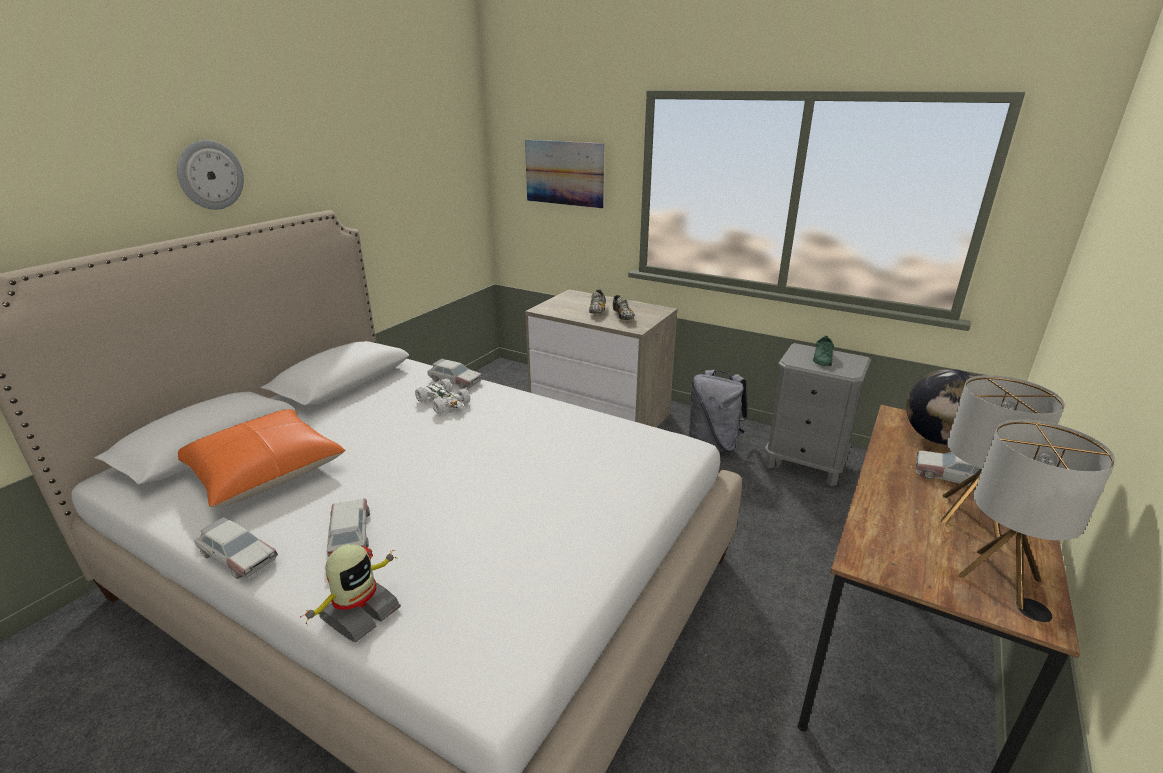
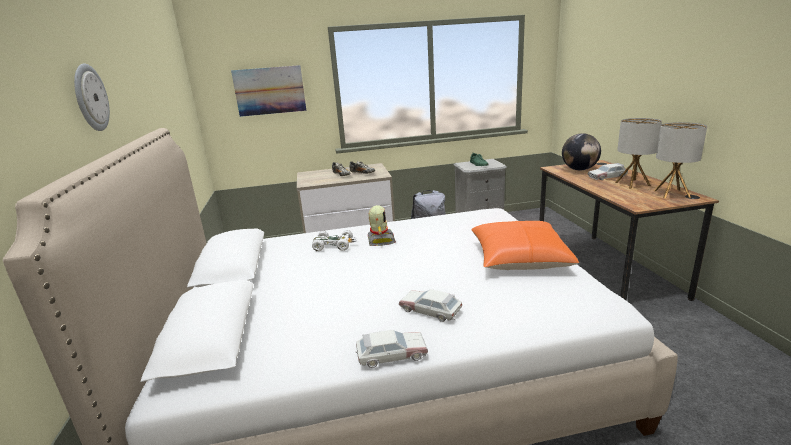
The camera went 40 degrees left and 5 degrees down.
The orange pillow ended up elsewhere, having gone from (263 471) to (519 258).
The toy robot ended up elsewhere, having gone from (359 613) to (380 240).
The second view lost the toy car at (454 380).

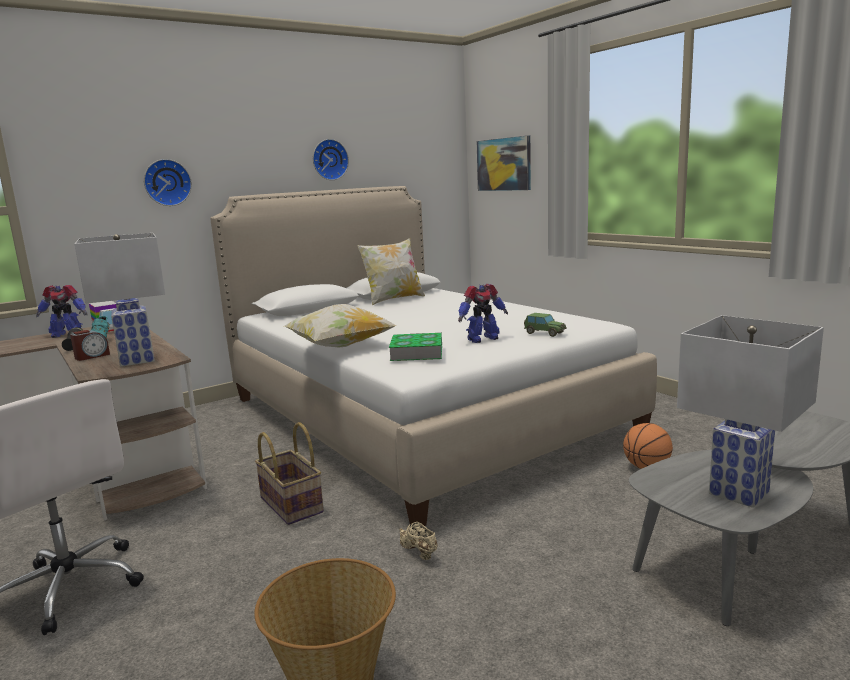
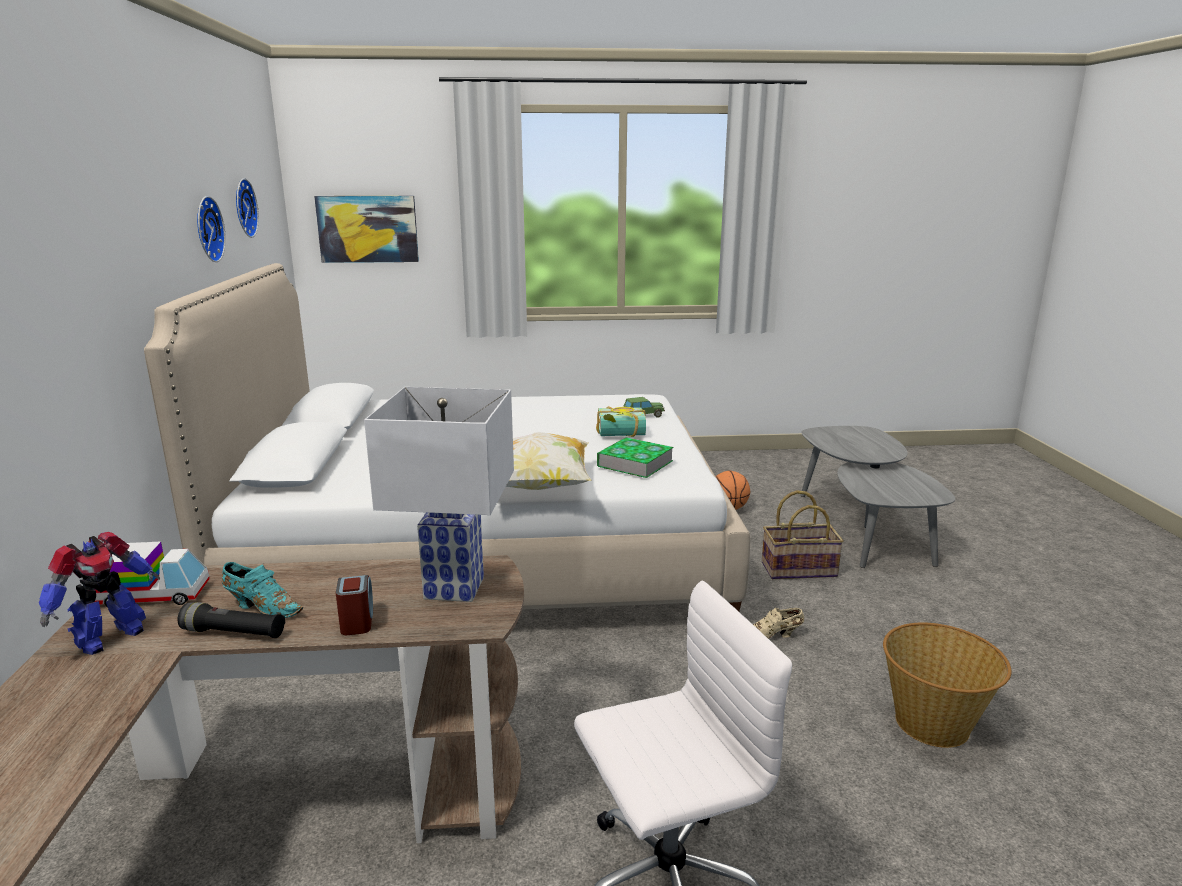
The camera went 60 degrees left and 5 degrees up.
The wall clock ended up elsewhere, having gone from (167 182) to (242 208).
The basket ended up elsewhere, having gone from (292 504) to (799 569).
The second view lost the pillow at (393 299).
Where the toy robot stood at (482 339), the book came to stand at (621 436).
The second view lost the white table lamp at (740 493).

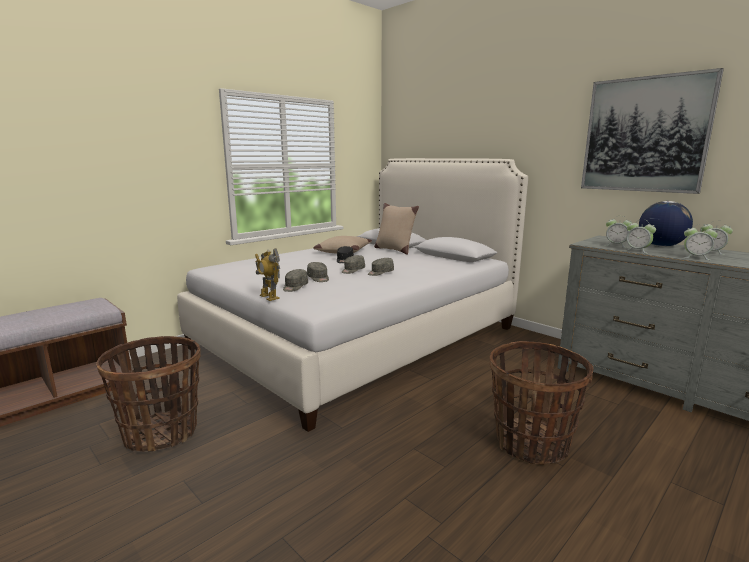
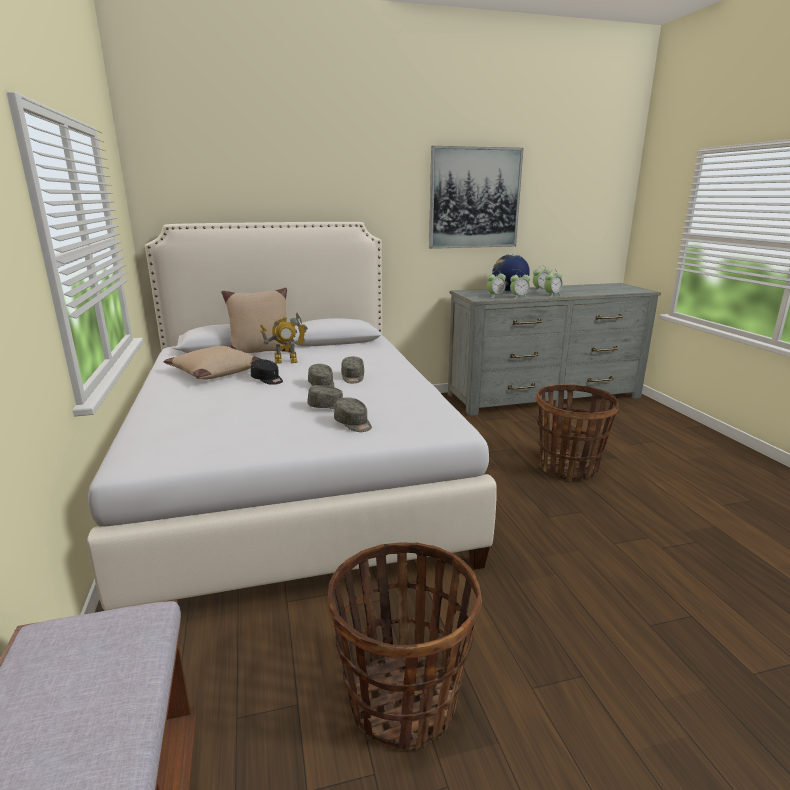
The camera went 60 degrees left and 5 degrees up.
The toy robot ended up elsewhere, having gone from (269 297) to (286 361).

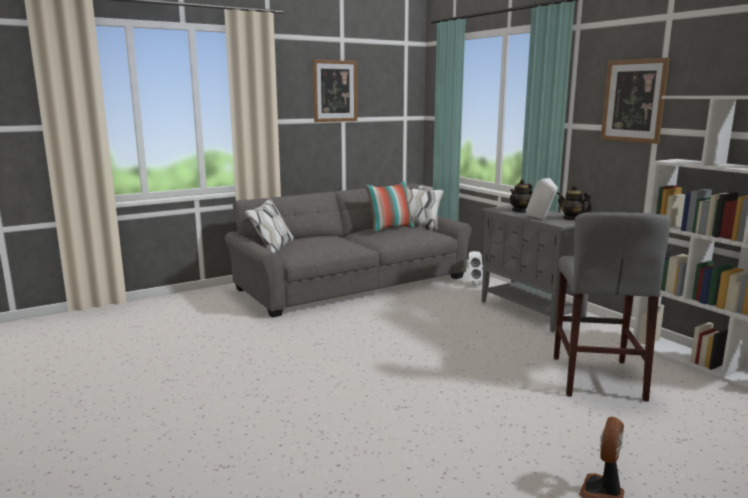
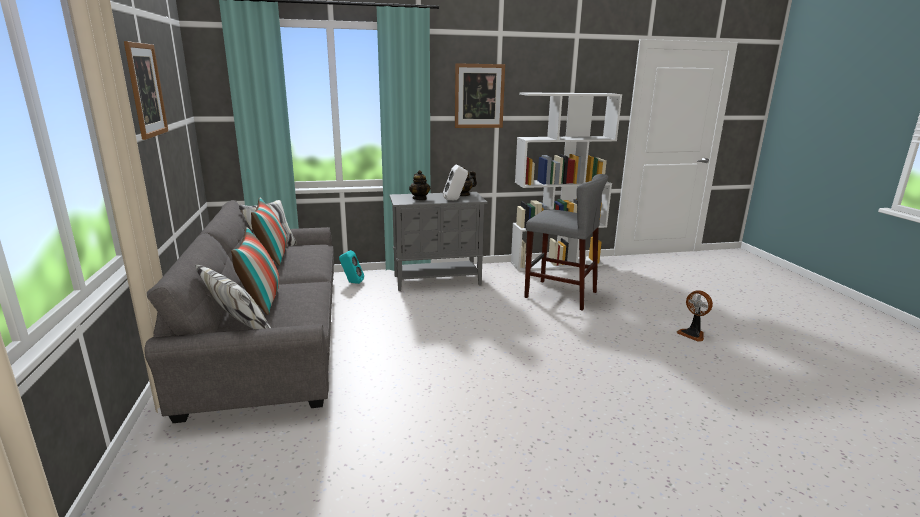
The camera went 70 degrees left and 5 degrees up.
What was the white speaker at (473 283) turned into the turquoise speaker at (351 282).
The second view gained the pillow at (261 301).

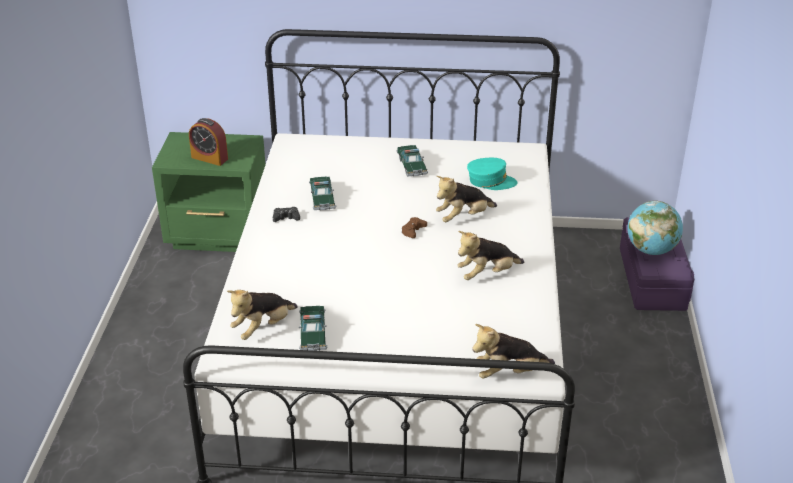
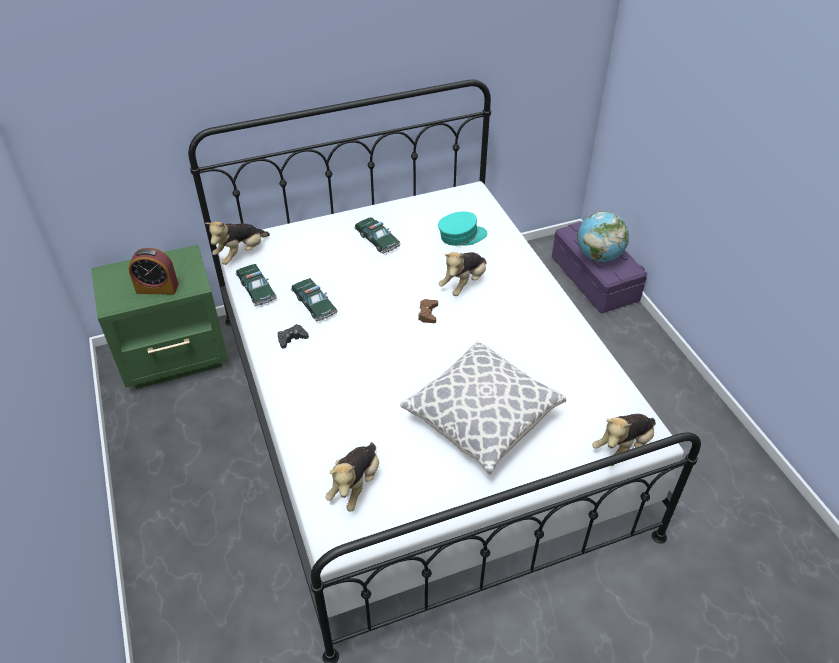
The camera went 25 degrees left and 10 degrees up.
The toy car ended up elsewhere, having gone from (313 334) to (256 289).
The plush toy ended up elsewhere, having gone from (487 274) to (241 254).
The second view gained the pillow at (481 418).

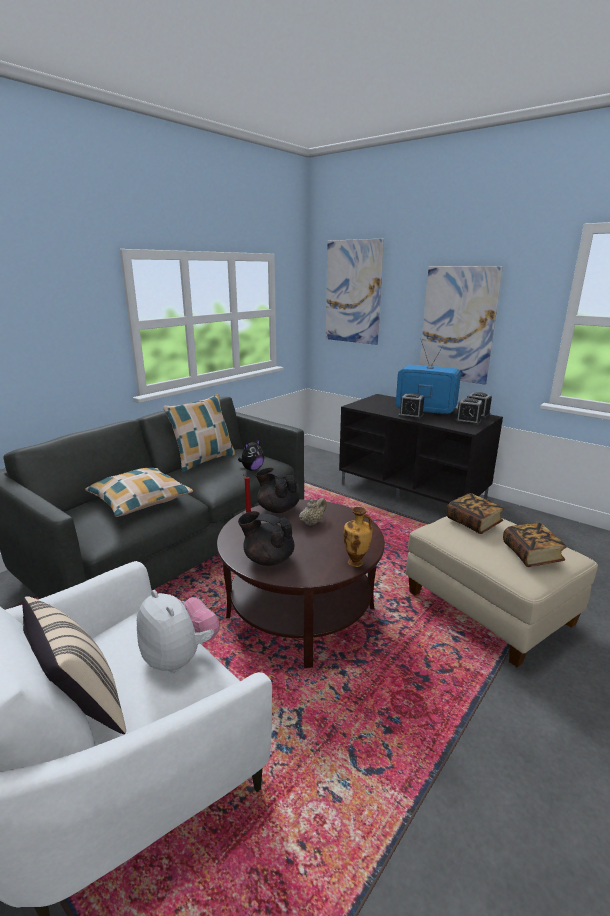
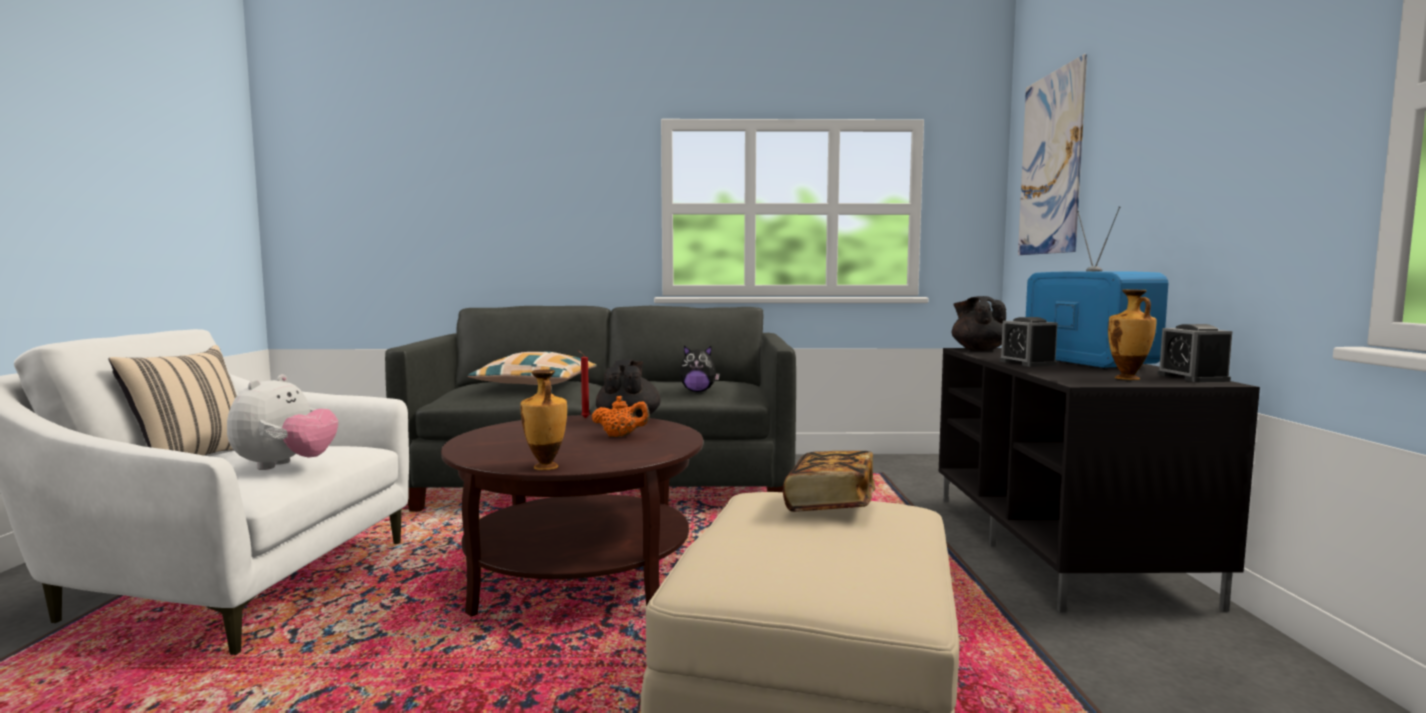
The camera went 50 degrees right and 15 degrees down.
The second view lost the pillow at (204 461).
The black teapot ended up elsewhere, having gone from (268 559) to (979 350).
What was the beige teapot at (312 522) turned into the orange teapot at (621 436).
The second view lost the picture at (457 325).
Where the alarm clock stood at (468 421), the vase came to stand at (1128 378).
The second view lost the book at (531 555).

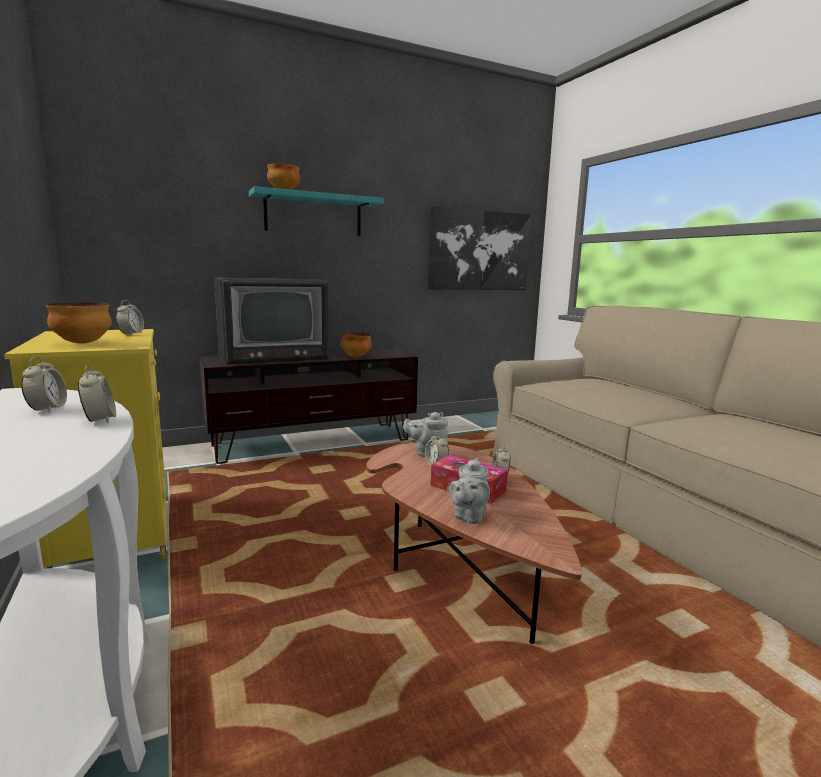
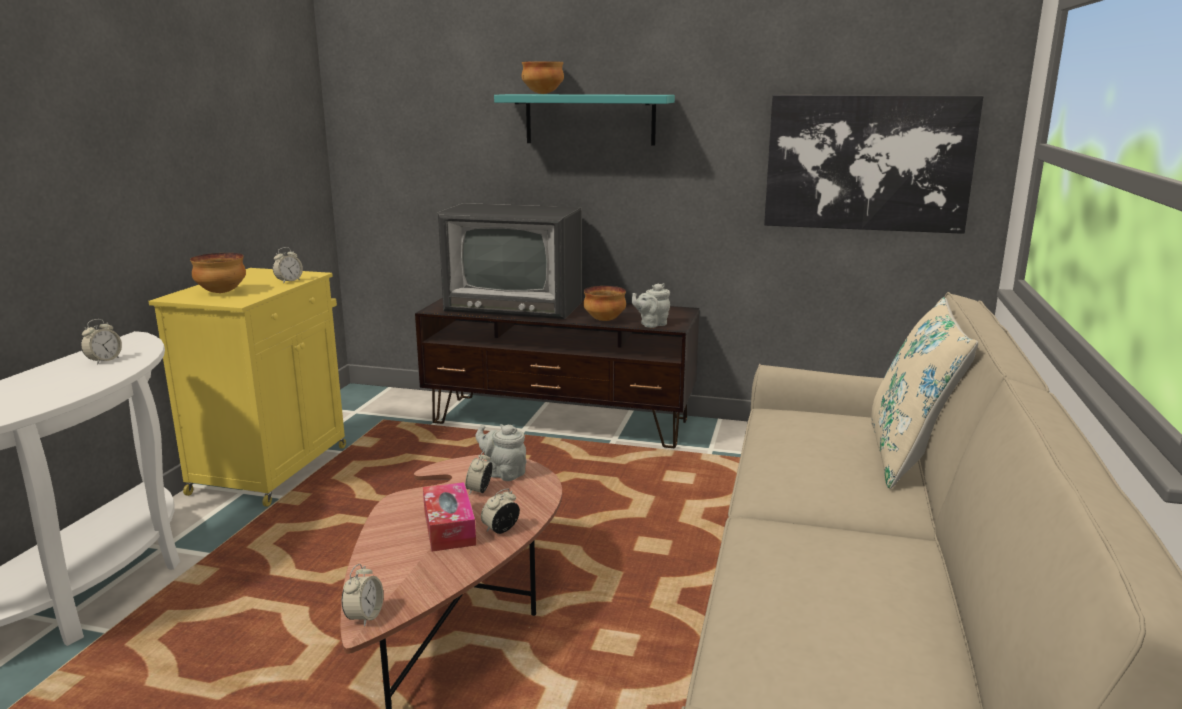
The camera went 40 degrees right and 5 degrees up.
The alarm clock ended up elsewhere, having gone from (100 420) to (364 617).
The grey teapot ended up elsewhere, having gone from (469 516) to (651 324).
The second view gained the beige pillow at (909 456).

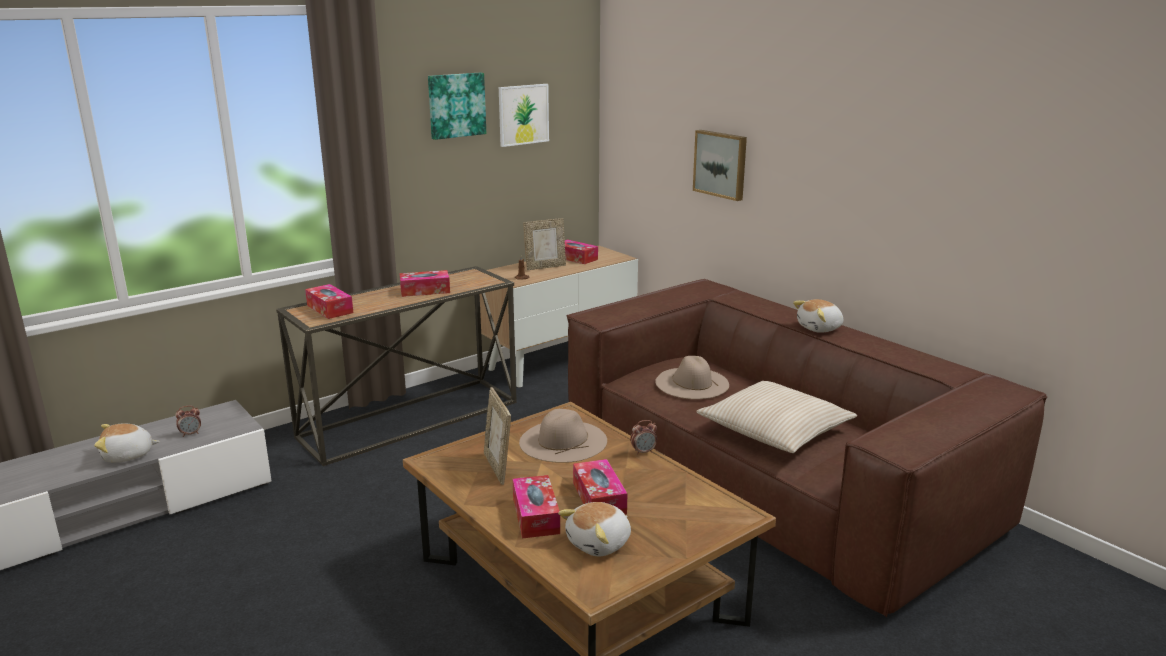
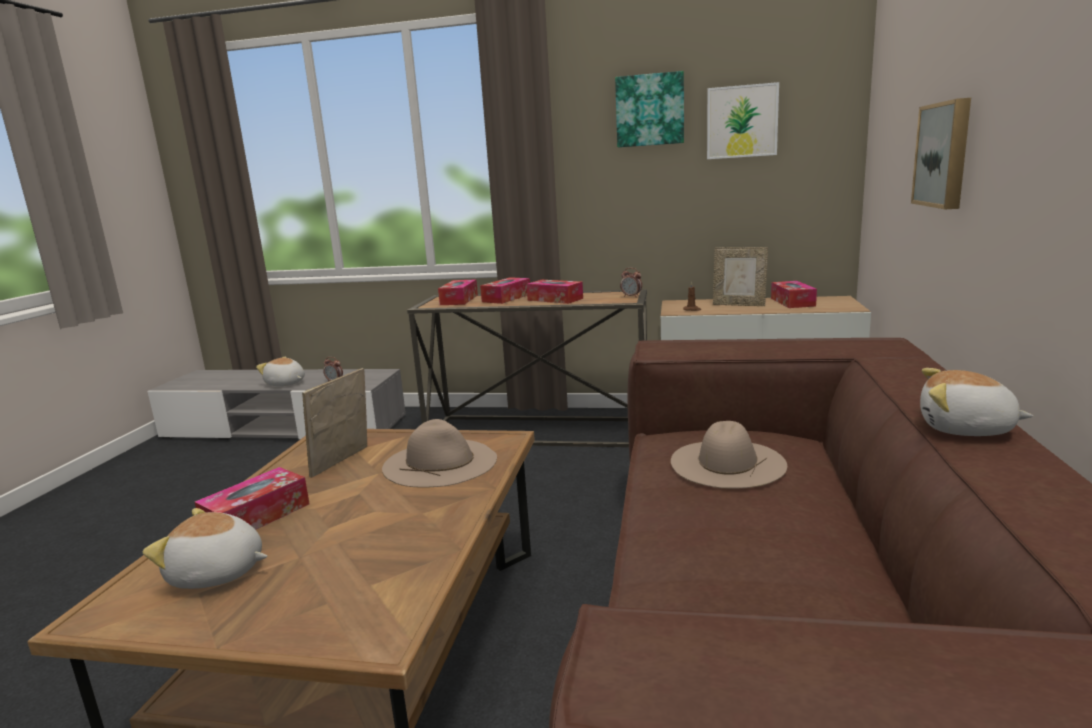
The camera went 50 degrees right and 5 degrees down.
The tissue box ended up elsewhere, having gone from (599 498) to (506 298).
The alarm clock ended up elsewhere, having gone from (643 452) to (631 296).
The second view lost the beige pillow at (774 430).

